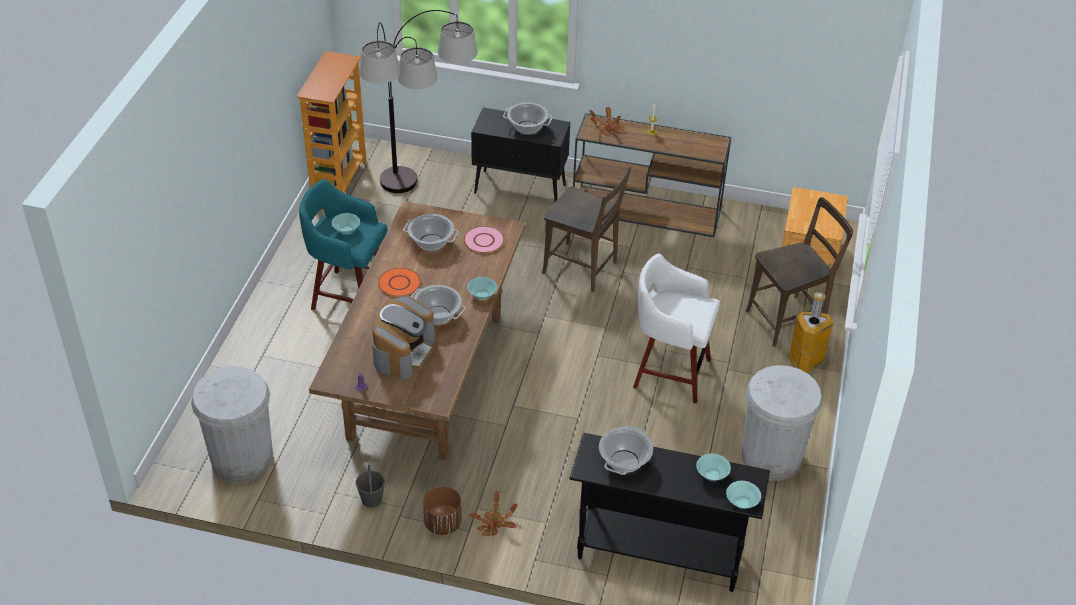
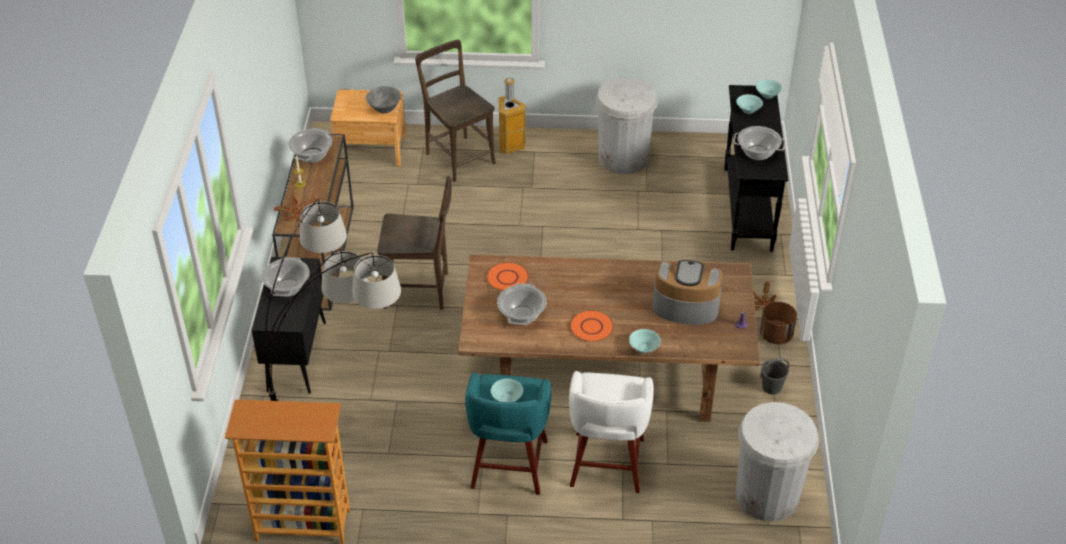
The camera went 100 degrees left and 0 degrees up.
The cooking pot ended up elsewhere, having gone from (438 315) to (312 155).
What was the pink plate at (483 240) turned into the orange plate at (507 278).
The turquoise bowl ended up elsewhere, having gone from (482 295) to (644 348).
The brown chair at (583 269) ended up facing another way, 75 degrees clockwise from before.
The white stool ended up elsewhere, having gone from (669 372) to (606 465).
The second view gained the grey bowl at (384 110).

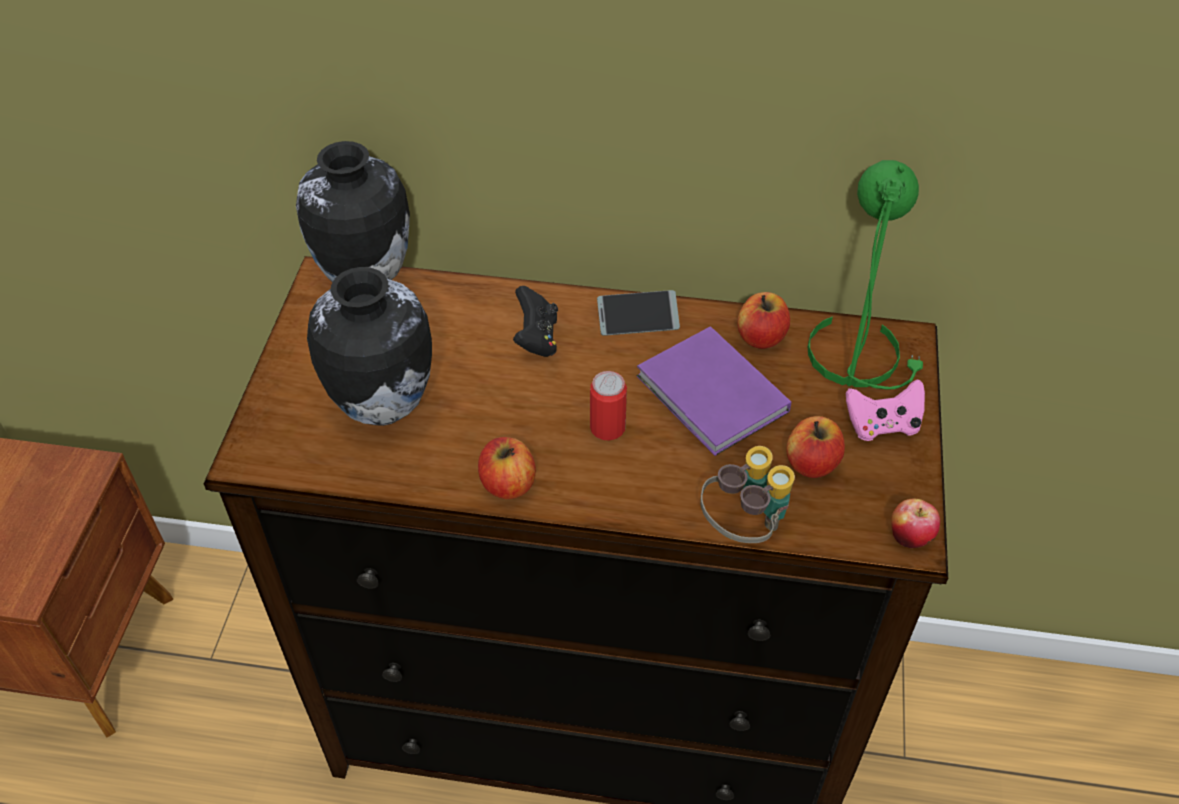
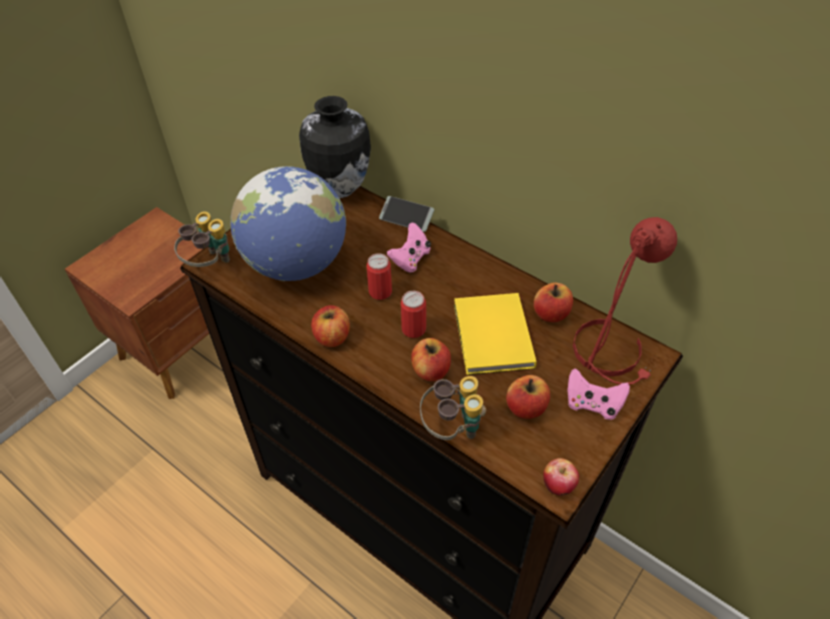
The camera went 30 degrees right and 0 degrees up.
Where the vase stood at (382 407), the globe came to stand at (296 263).
What was the black game controller at (536 338) turned into the pink game controller at (410 259).
The phone ended up elsewhere, having gone from (638 319) to (406 218).
What was the purple book at (712 397) turned into the yellow book at (492 338).
What was the green table lamp at (859 354) turned into the red table lamp at (611 351).
The second view gained the binoculars at (210 264).
The second view gained the can at (380 292).
The second view gained the apple at (431 370).

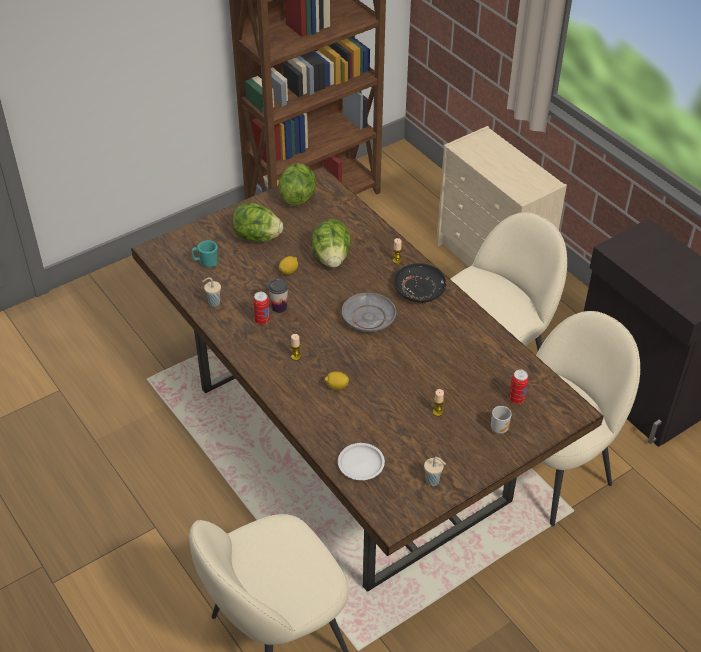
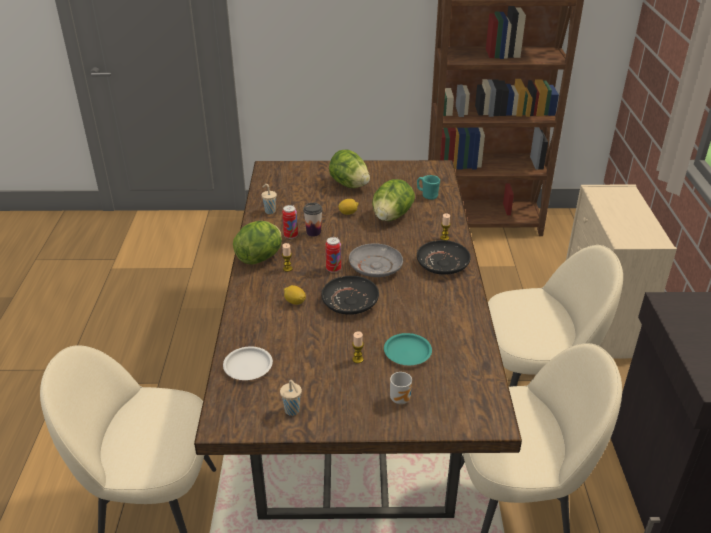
The camera went 35 degrees right and 10 degrees down.
The turquoise mug ended up elsewhere, having gone from (206 262) to (427 195).
The lettuce ended up elsewhere, having gone from (297 197) to (260 257).
The can ended up elsewhere, having gone from (516 399) to (333 269).
The second view gained the black plate at (350 302).
The second view gained the turquoise plate at (408 352).

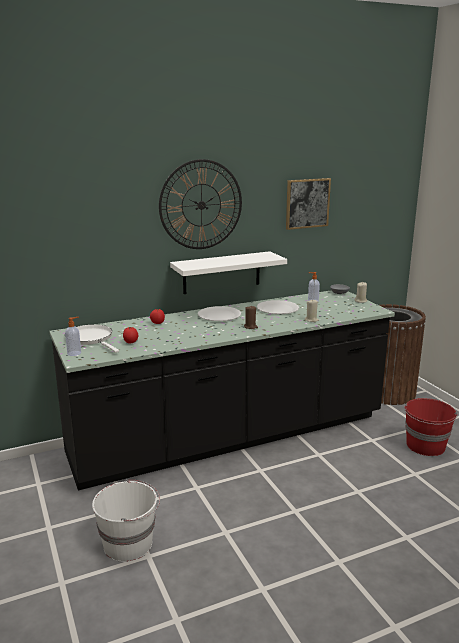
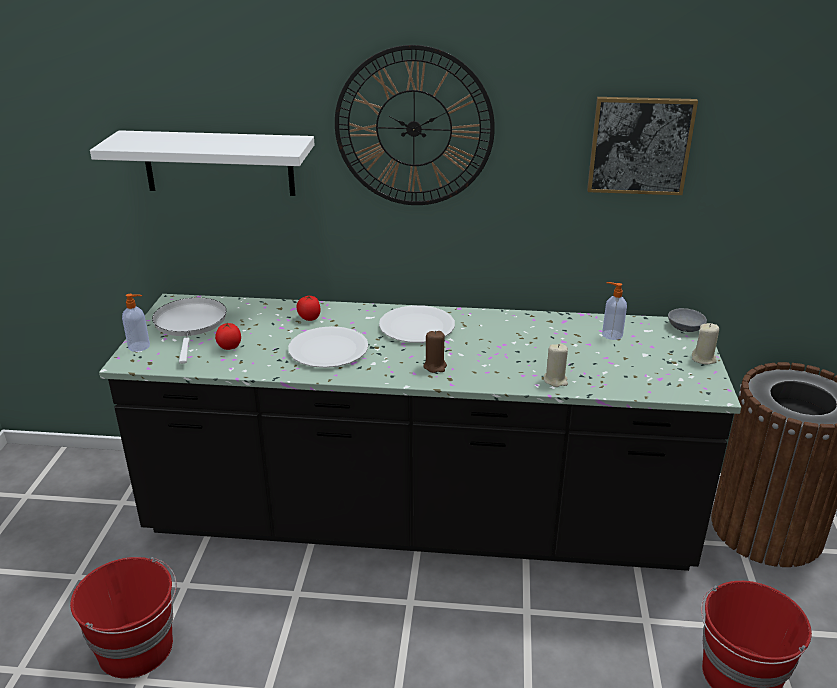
The camera went 30 degrees right and 10 degrees up.
What was the white bucket at (129 543) turned into the red bucket at (137 648).
The white shelf ended up elsewhere, having gone from (221 272) to (218 163).
The white plate ended up elsewhere, having gone from (277 309) to (328 349).

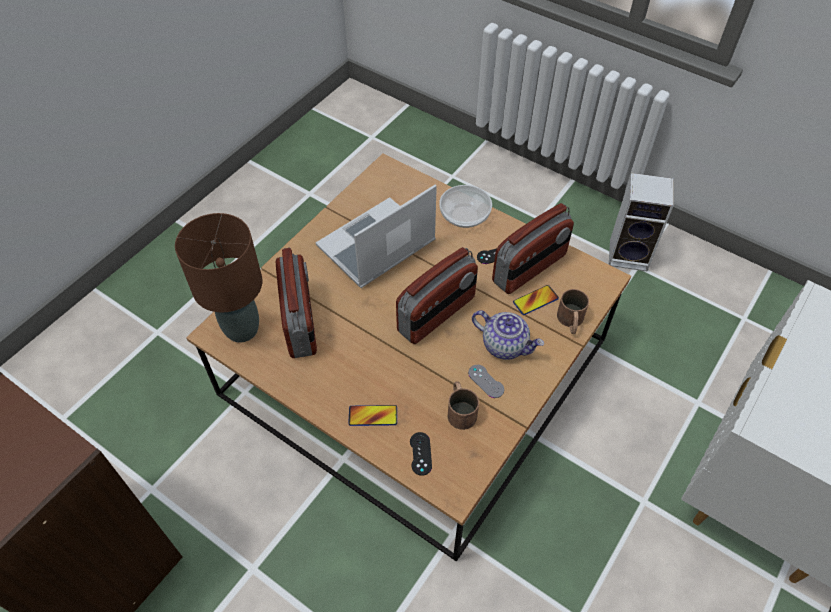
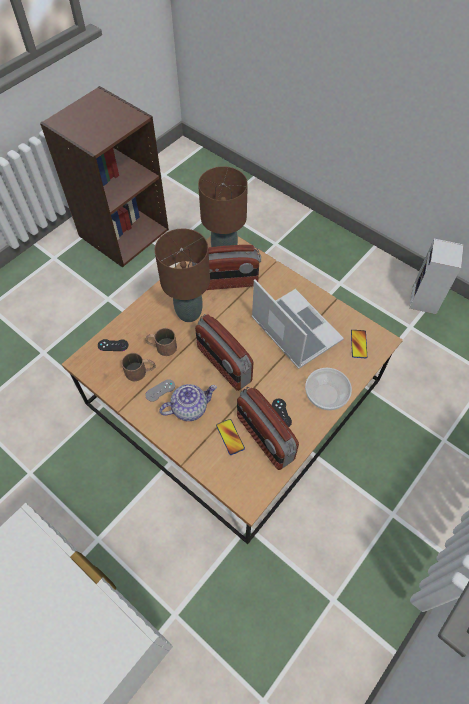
The camera went 95 degrees right and 5 degrees up.
The phone ended up elsewhere, having gone from (373 416) to (358 344).
The teapot at (505 345) ended up facing another way, 150 degrees counterclockwise from before.
The brown mug ended up elsewhere, having gone from (570 321) to (161 346).
The speaker ended up elsewhere, having gone from (630 255) to (424 301).
The second view gained the brown table lamp at (189 313).

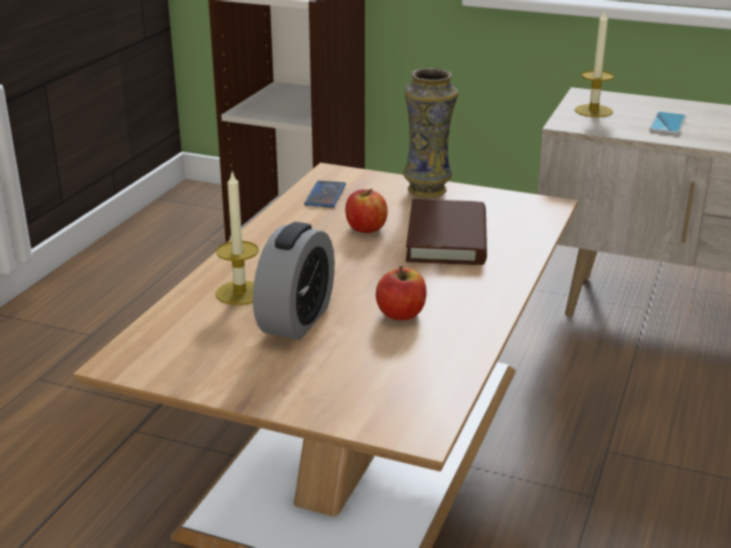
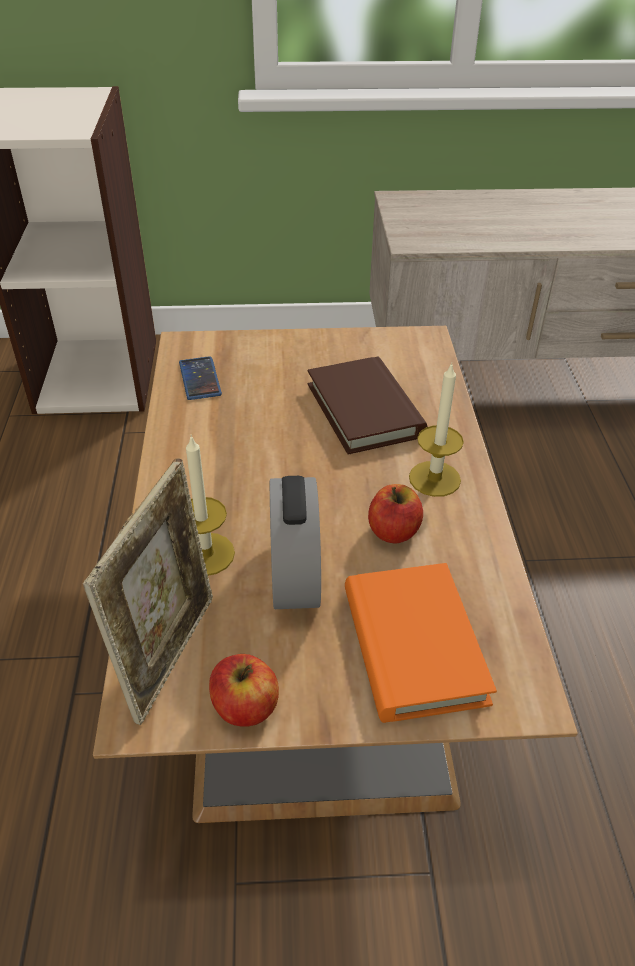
The camera went 25 degrees left and 15 degrees up.
The apple ended up elsewhere, having gone from (366 228) to (245 707).
The second view lost the vase at (428 190).
The candle ended up elsewhere, having gone from (593 111) to (434 478).
The second view lost the phone at (667 124).
The second view gained the picture frame at (170 653).
The second view gained the orange book at (413 645).

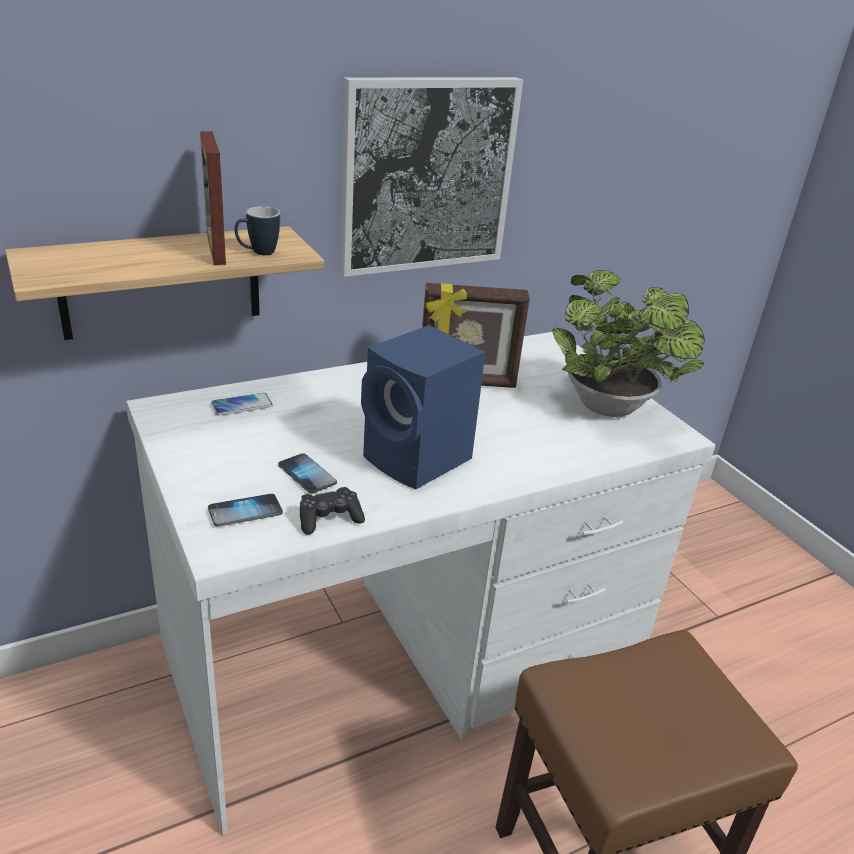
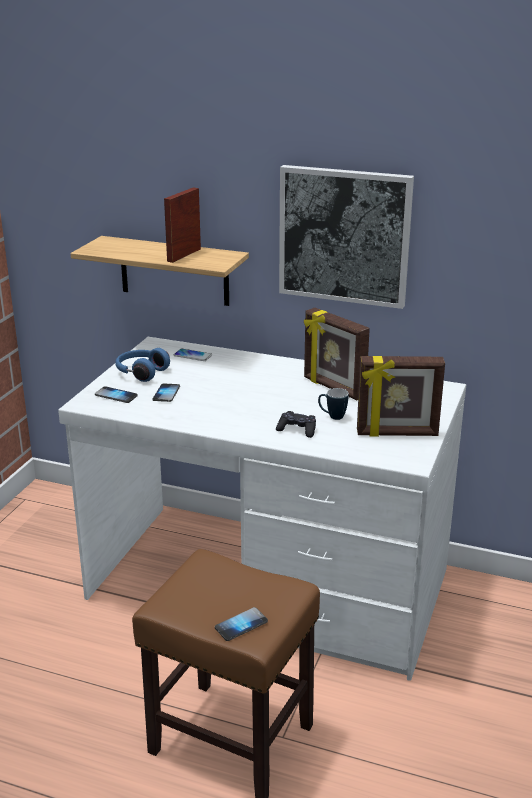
The camera went 50 degrees right and 5 degrees down.
The mug ended up elsewhere, having gone from (258 253) to (332 416).
The black game controller ended up elsewhere, having gone from (329 519) to (297 430).
The second view lost the blue speaker at (419 460).
Where the potted plant stood at (612 410), the picture frame came to stand at (397 434).
The second view gained the blue headphones at (141 372).
The second view gained the phone at (241 625).

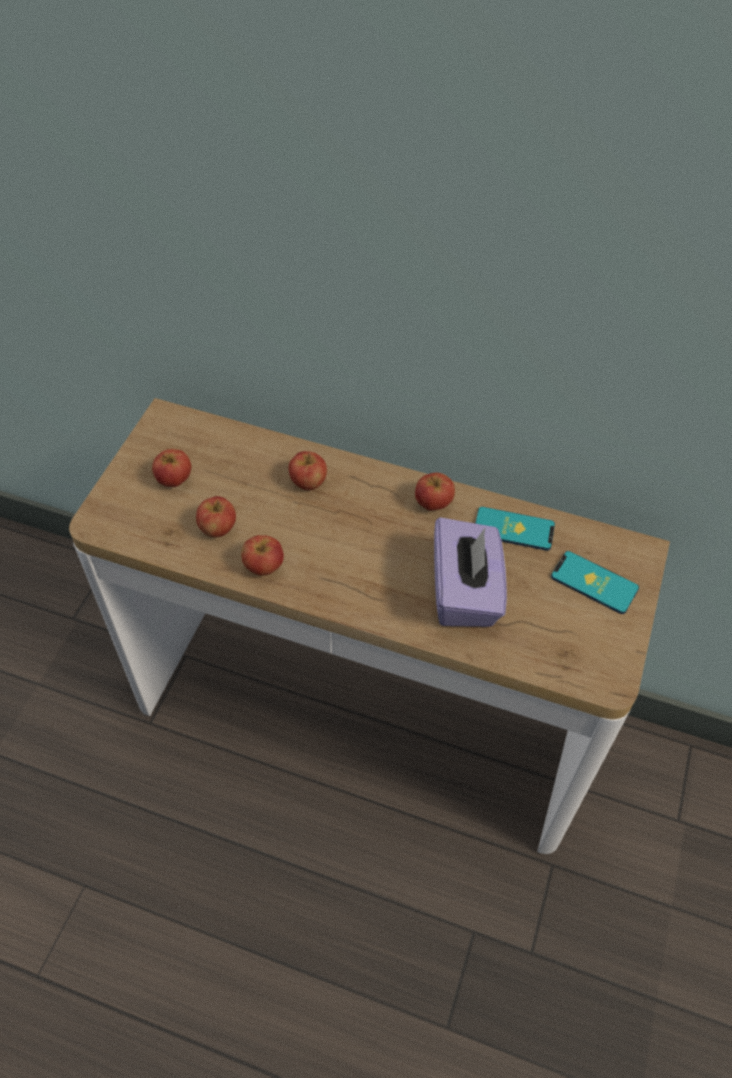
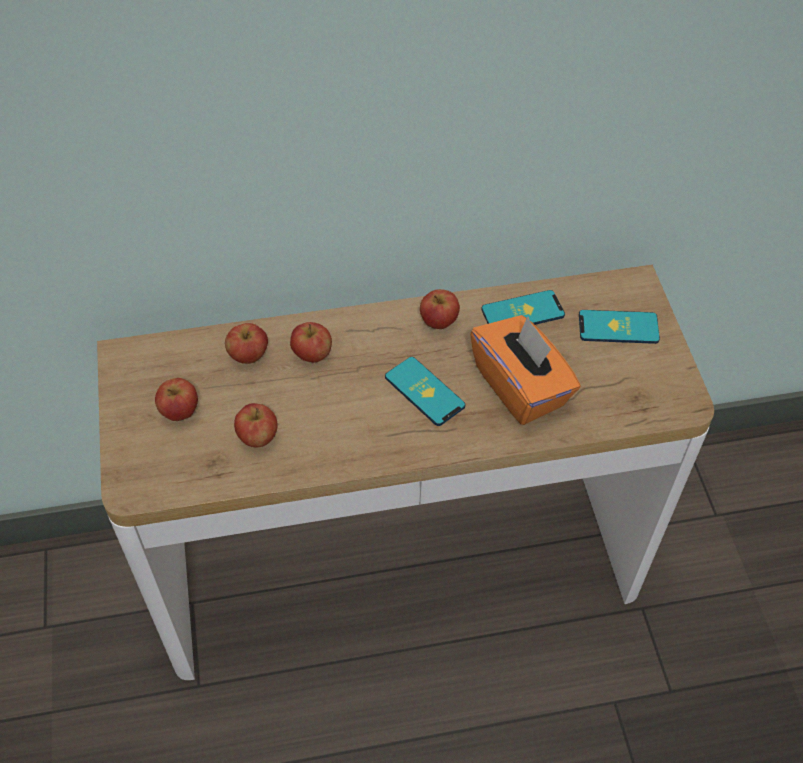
The camera went 30 degrees left and 0 degrees up.
The apple ended up elsewhere, having gone from (263 566) to (248 355).
What was the purple tissue box at (465 592) turned into the orange tissue box at (521 387).
The second view gained the phone at (424 391).

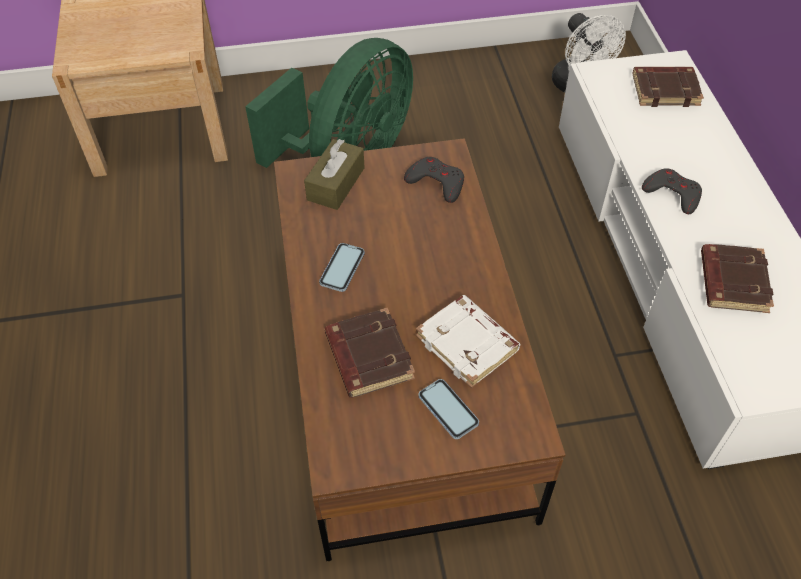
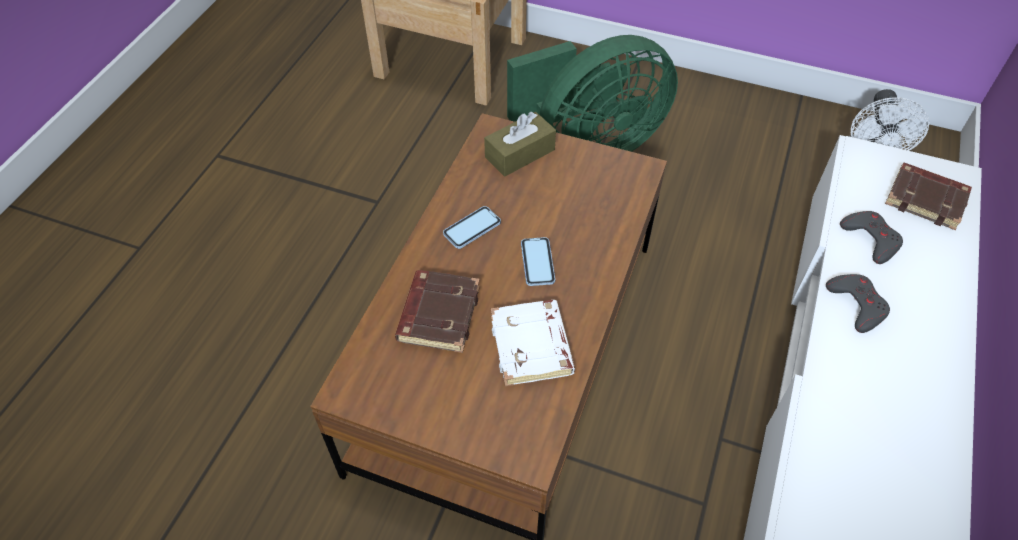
The camera went 30 degrees right and 0 degrees up.
The grey game controller ended up elsewhere, having gone from (436 182) to (870 239).
The phone ended up elsewhere, having gone from (448 410) to (537 262).
The second view lost the brown book at (732 281).

